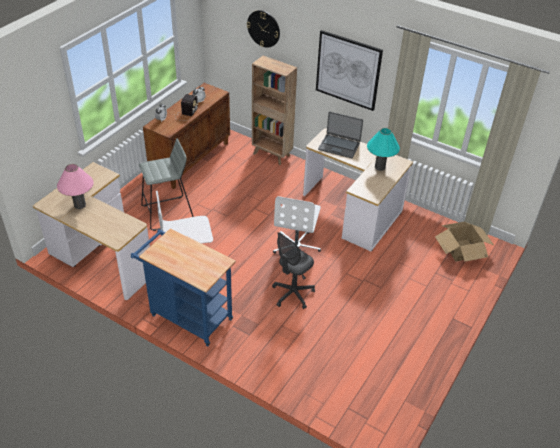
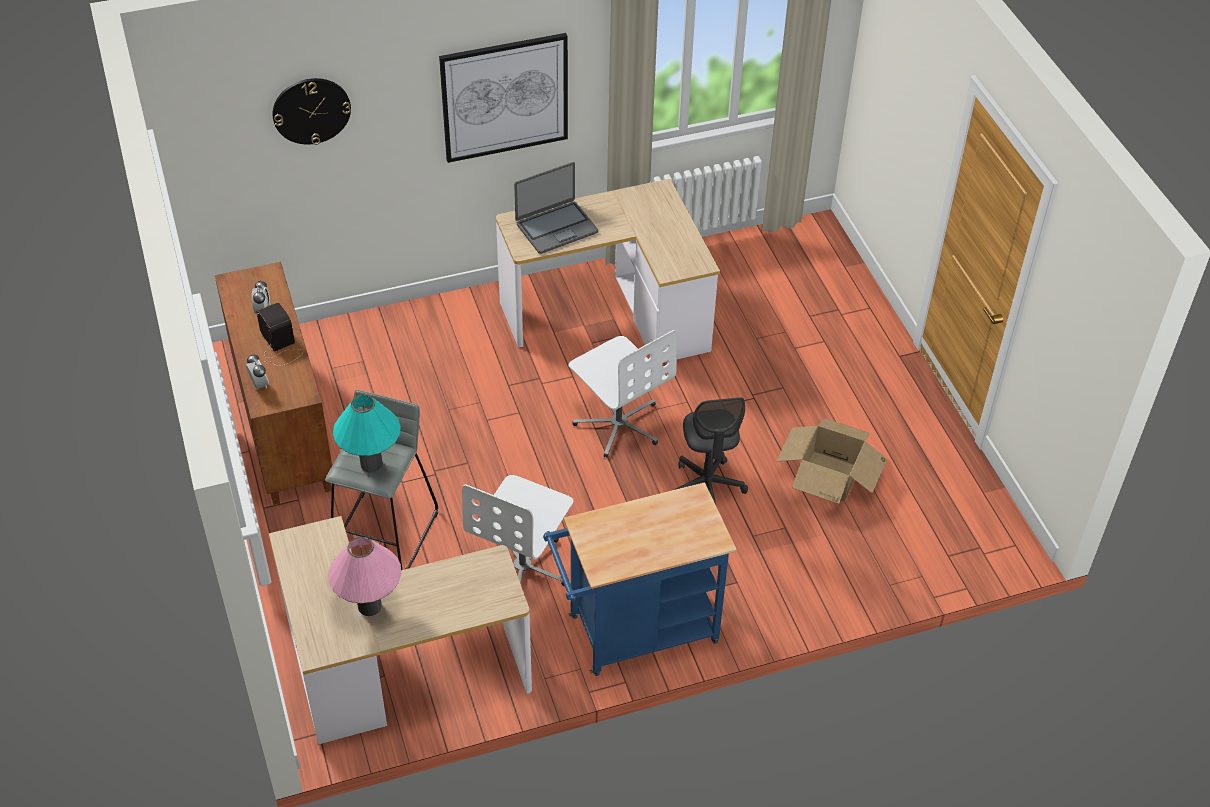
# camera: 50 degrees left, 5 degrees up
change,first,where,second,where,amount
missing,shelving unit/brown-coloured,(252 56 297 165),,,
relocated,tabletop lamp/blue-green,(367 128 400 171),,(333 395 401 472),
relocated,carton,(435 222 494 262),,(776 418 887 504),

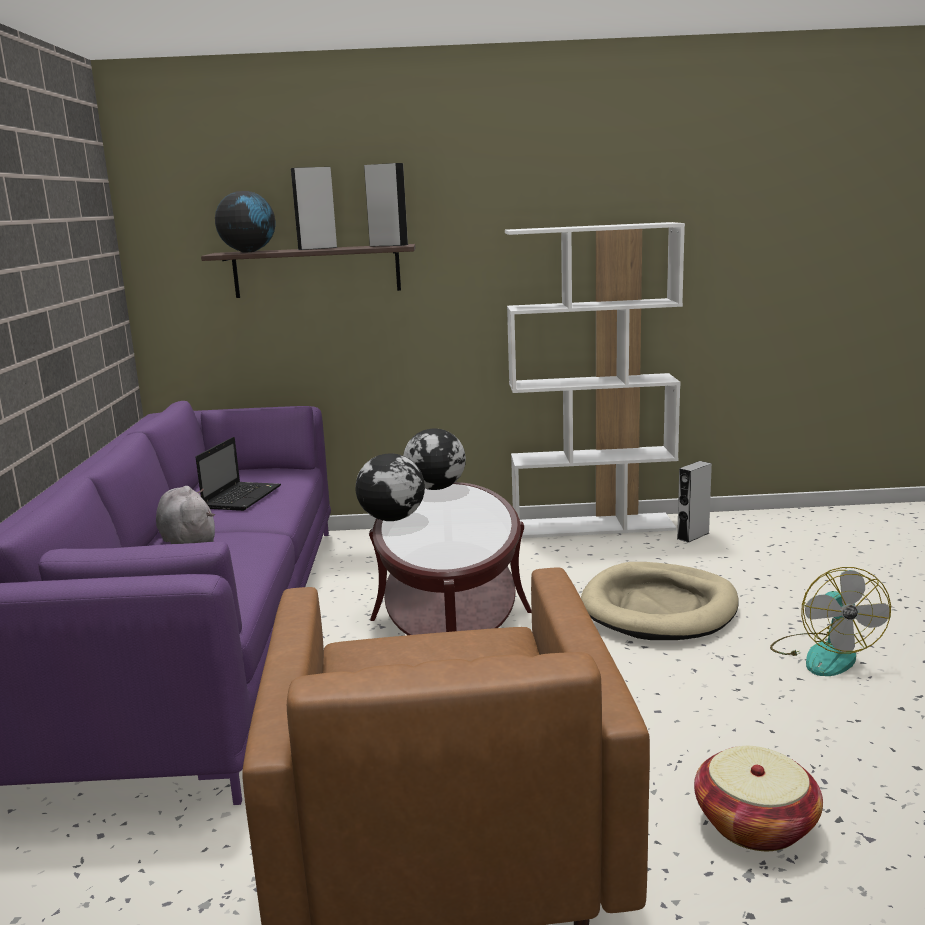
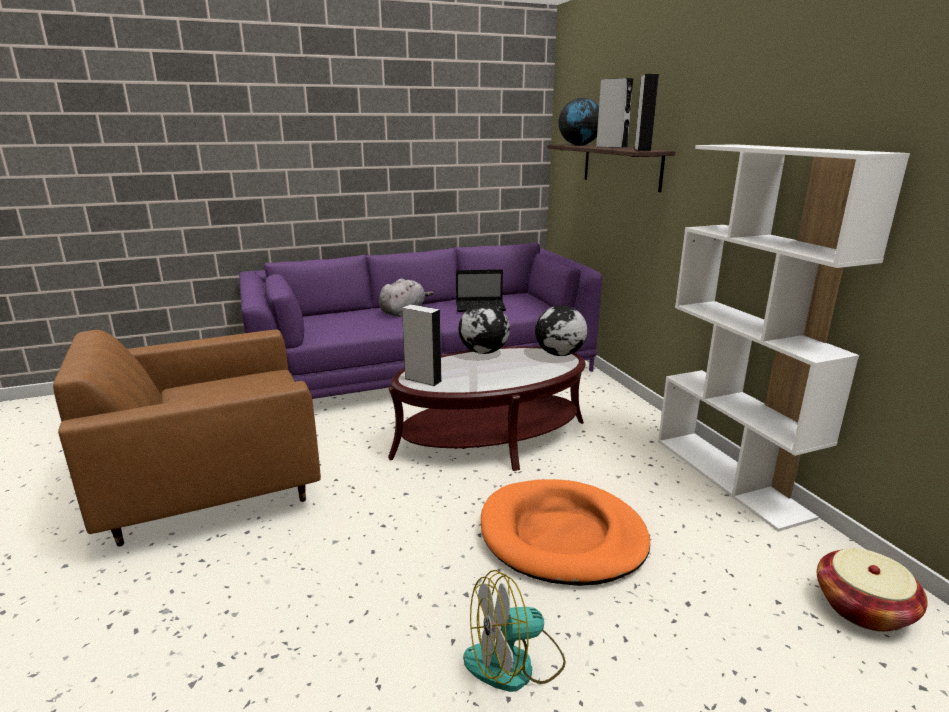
# camera: 70 degrees right, 5 degrees up
change,first,where,second,where,amount
relocated,speaker/greyish,(677 461 712 543),,(402 304 442 386),
colour,pet bed/sand-coloured,(581 562 738 640),pet bed/orangey,(481 479 650 586),
relocated,storage basket,(694 746 823 851),,(817 548 928 632),

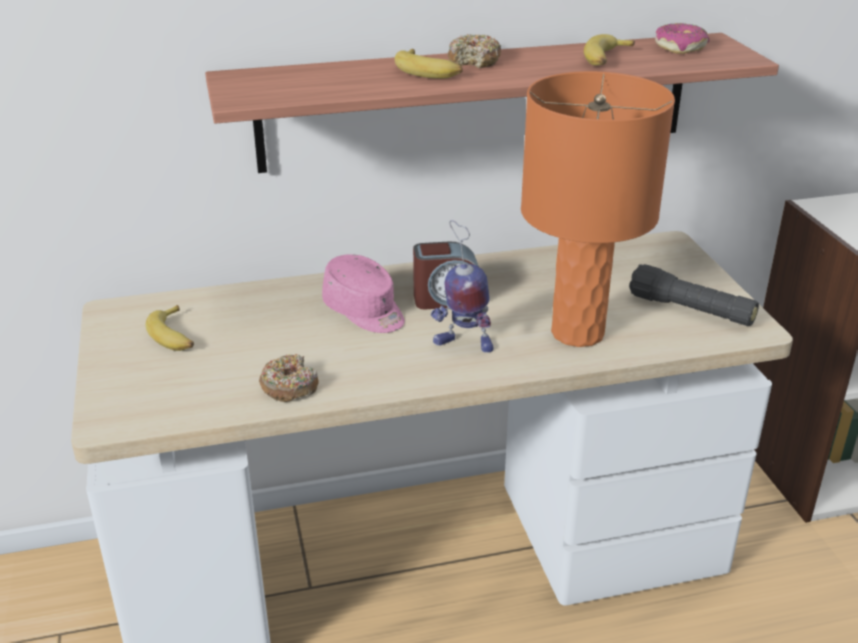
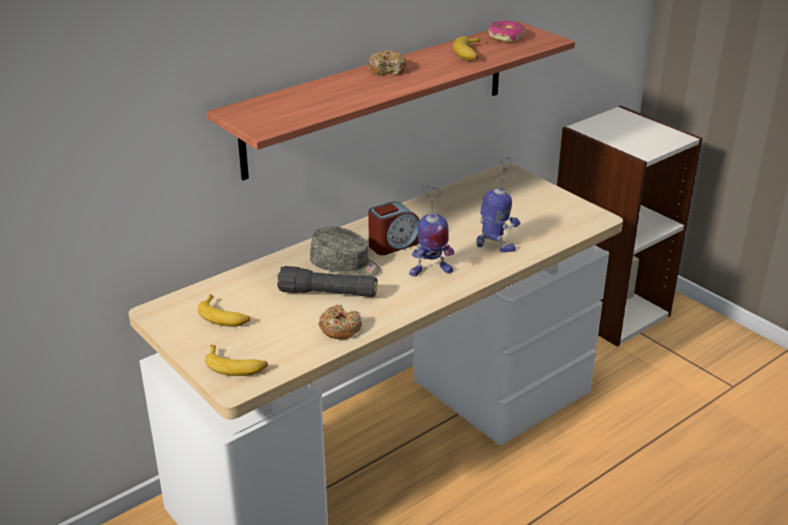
# camera: 25 degrees left, 0 degrees up
change,first,where,second,where,amount
relocated,banana fruit,(395 49 463 79),,(205 345 268 376),
exchanged,tabletop lamp/orangey,(521 71 675 347),toy robot,(477 154 520 253),
colour,cap/pink-coloured,(322 254 405 333),cap/greyish,(310 226 381 277),
relocated,hand torch/blackish,(629 264 759 326),,(277 266 377 297),

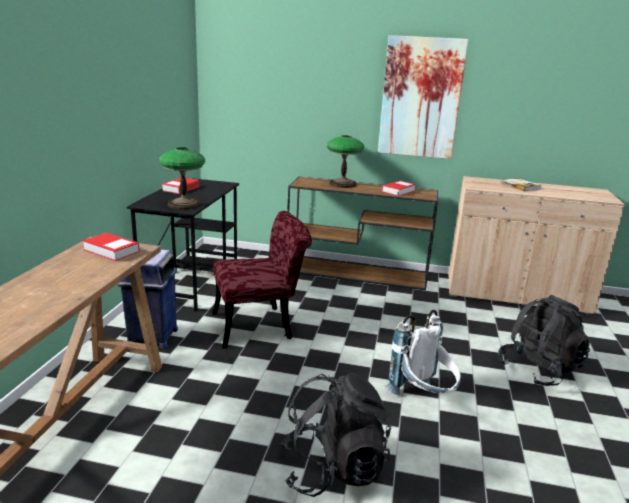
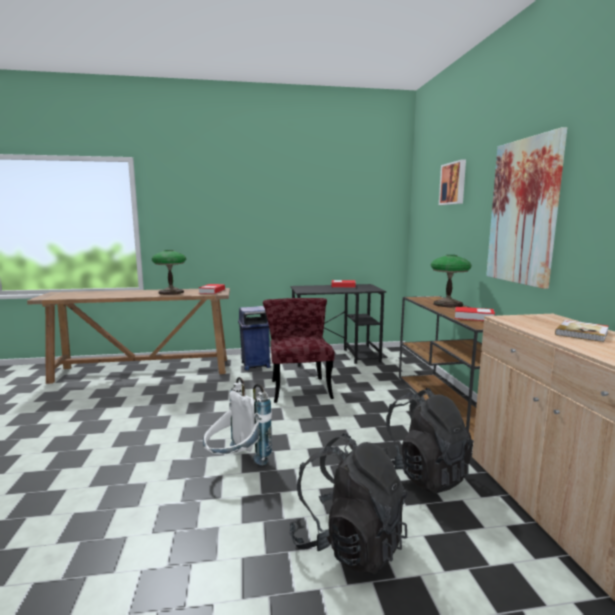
# camera: 70 degrees right, 10 degrees down
change,first,where,second,where,amount
relocated,tabletop lamp,(159 147 205 210),,(152 250 186 295),
spun,plain chair/red-coloured,(212 211 312 349),,(263 298 335 403),150 degrees counterclockwise
relocated,backpack/blackish,(280 373 391 497),,(381 388 473 494),
appeared,,,wall art,(439 160 466 205),

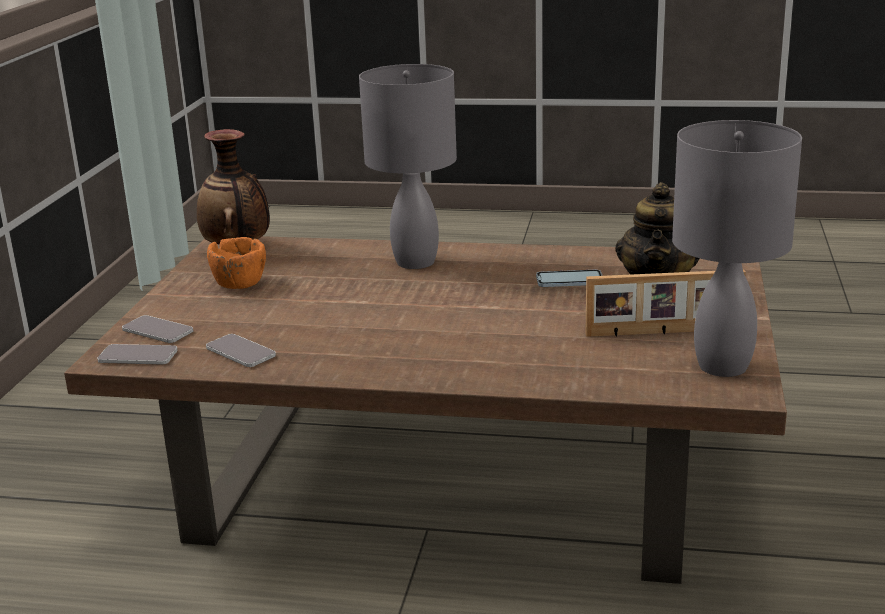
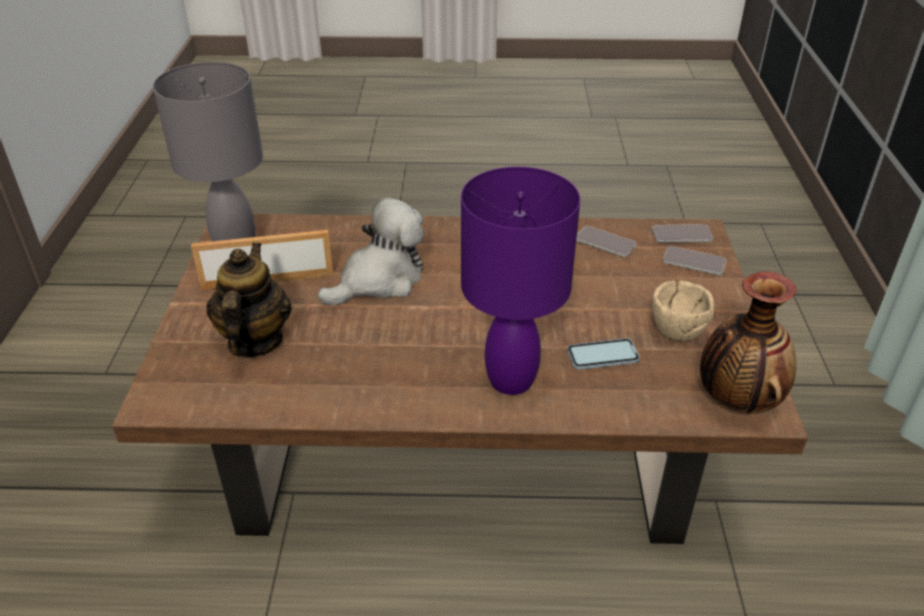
# camera: 170 degrees right, 15 degrees up
change,first,where,second,where,amount
colour,tabletop lamp/greyish,(359 64 457 269),tabletop lamp/purple-coloured,(461 167 580 395),
colour,deep dish/orangey,(207 237 266 289),deep dish/sand-coloured,(652 280 714 341),
relocated,handset,(536 270 603 287),,(567 338 640 370),
appeared,,,cuddly toy,(318 197 424 306),

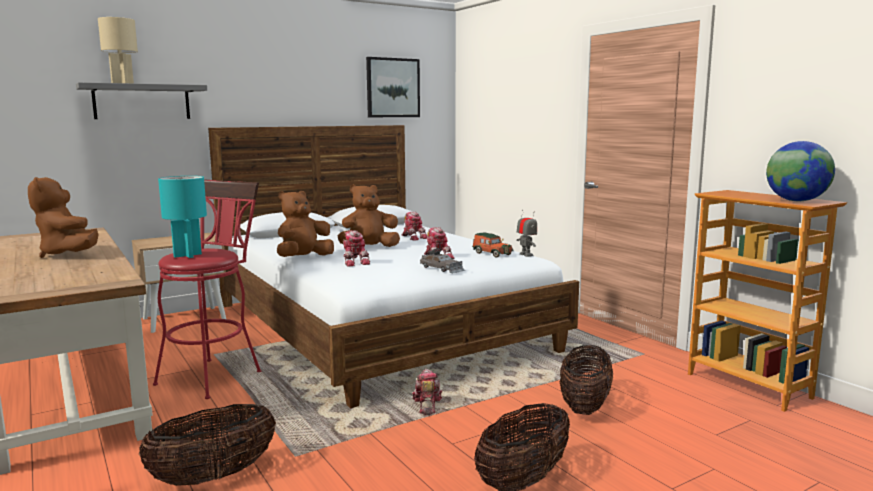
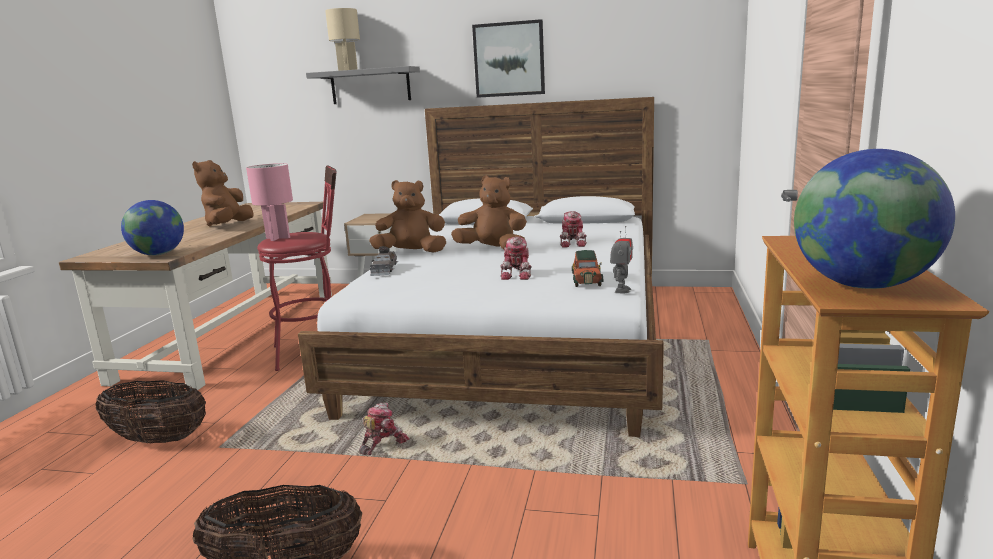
# camera: 45 degrees right, 5 degrees up
change,first,where,second,where,amount
relocated,wall art,(366 57 420 117),,(472 19 545 98),
colour,tabletop lamp/blue-green,(158 176 207 258),tabletop lamp/pink-coloured,(246 163 293 241),
missing,toy robot,(343 230 370 267),,,
relocated,miniature car/greyish,(420 248 465 273),,(370 246 398 276),
missing,storage basket,(560 345 613 415),,,
appeared,,,world globe,(121 200 184 256),

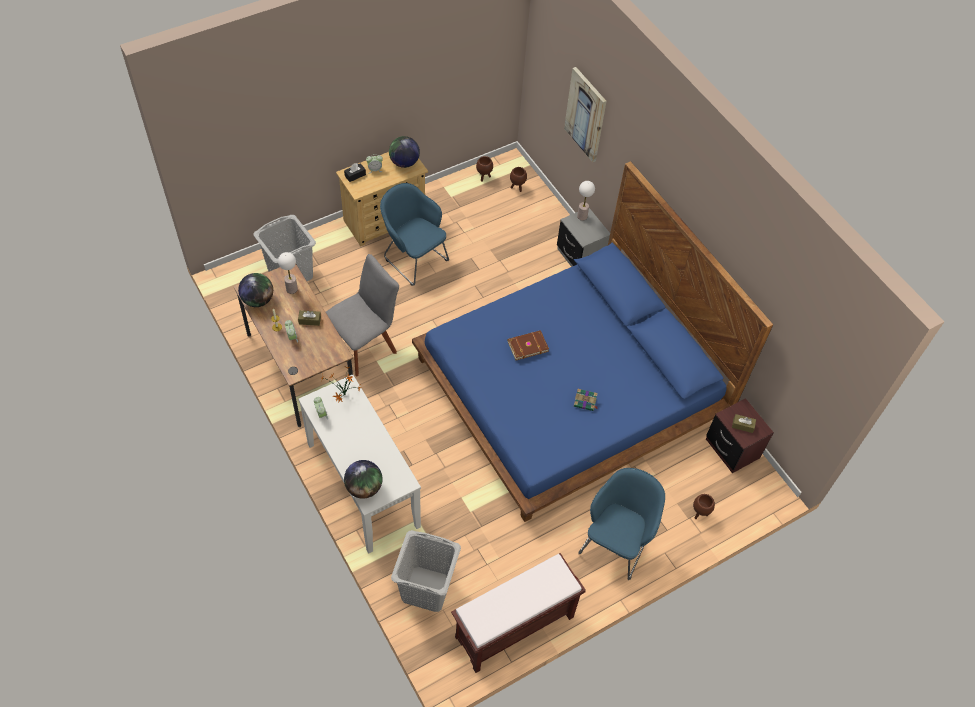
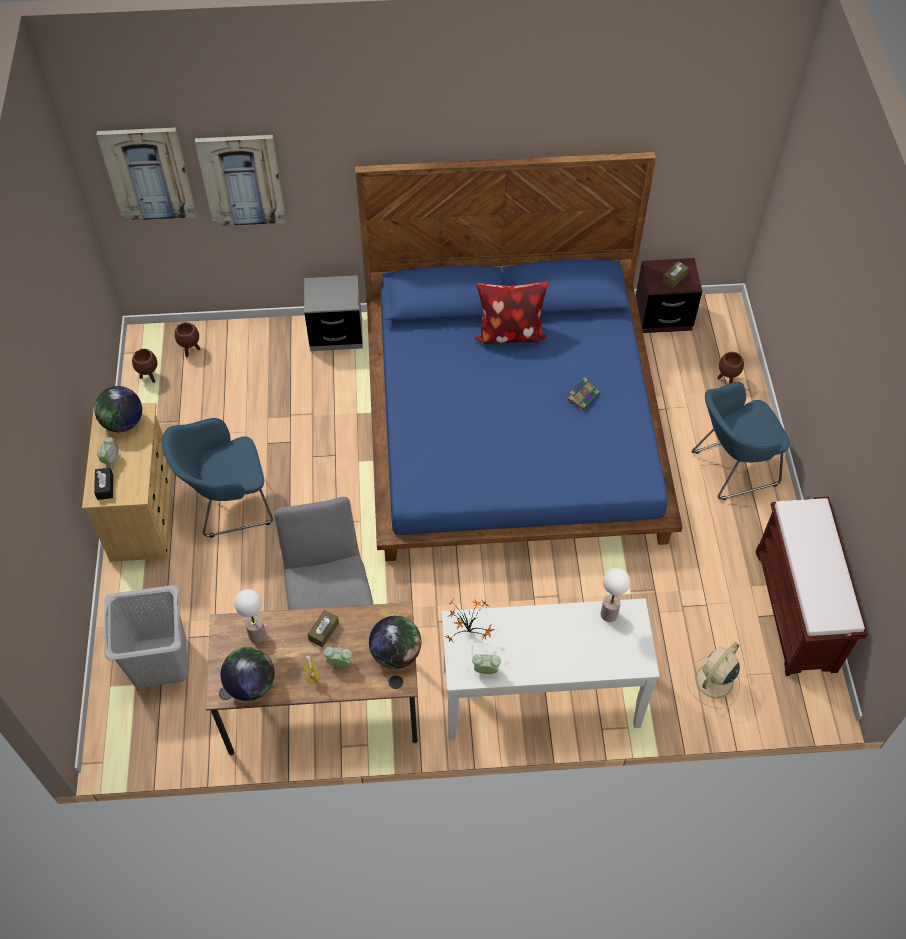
# camera: 60 degrees left, 0 degrees up
change,first,where,second,where,amount
relocated,tabletop lamp,(577 181 595 221),,(601 568 630 622),
missing,book/brown-coloured,(507 330 549 360),,,
relocated,world globe,(344 460 383 499),,(369 616 421 669),
spun,lounge chair/blue,(578 468 665 580),,(692 382 790 500),75 degrees counterclockwise
exchanged,hamper/greyish,(391 530 461 612),cooling fan/sand-coloured,(687 642 740 709),
appeared,,,wall art,(96 127 196 221),
appeared,,,pillow,(474 282 549 344),

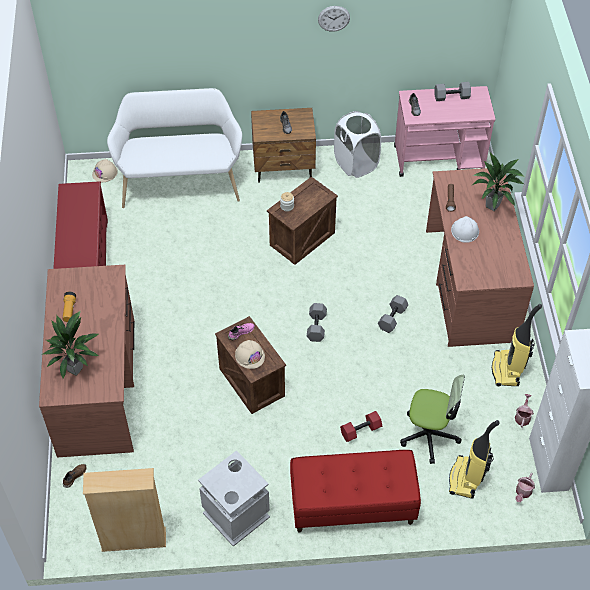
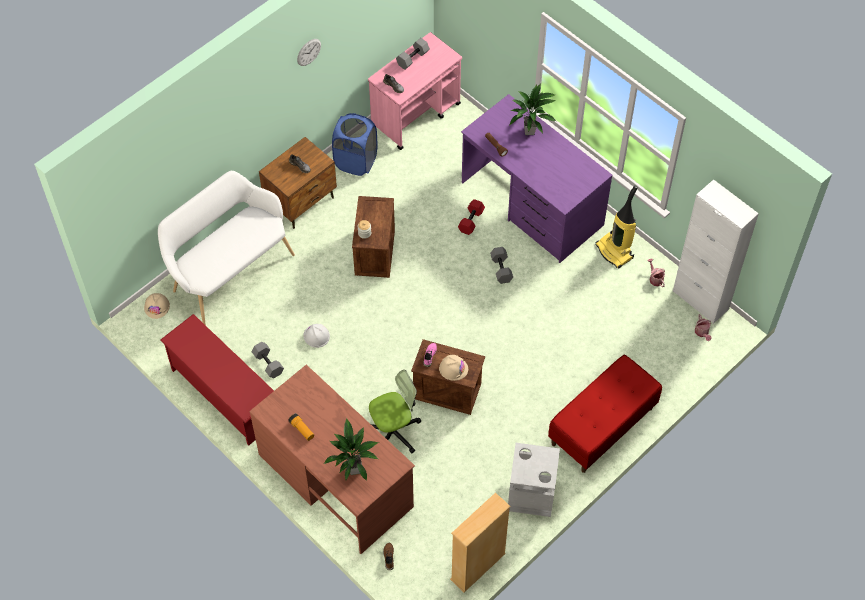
# camera: 40 degrees left, 5 degrees up
change,first,where,second,where,amount
colour,hamper/white,(334 111 381 178),hamper/blue,(332 113 378 176),
colour,desk table/brown-coloured,(426 168 534 347),desk table/purple-coloured,(461 94 613 263),
relocated,work helmet/white,(451 216 479 243),,(303 324 330 348),
relocated,free weight/greyish,(307 303 327 342),,(252 342 284 378),
relocated,office chair,(400 375 465 464),,(369 370 421 453),
relocated,free weight/red-coloured,(340 411 382 442),,(458 199 485 235),
missing,vacuum,(449 420 500 499),,,

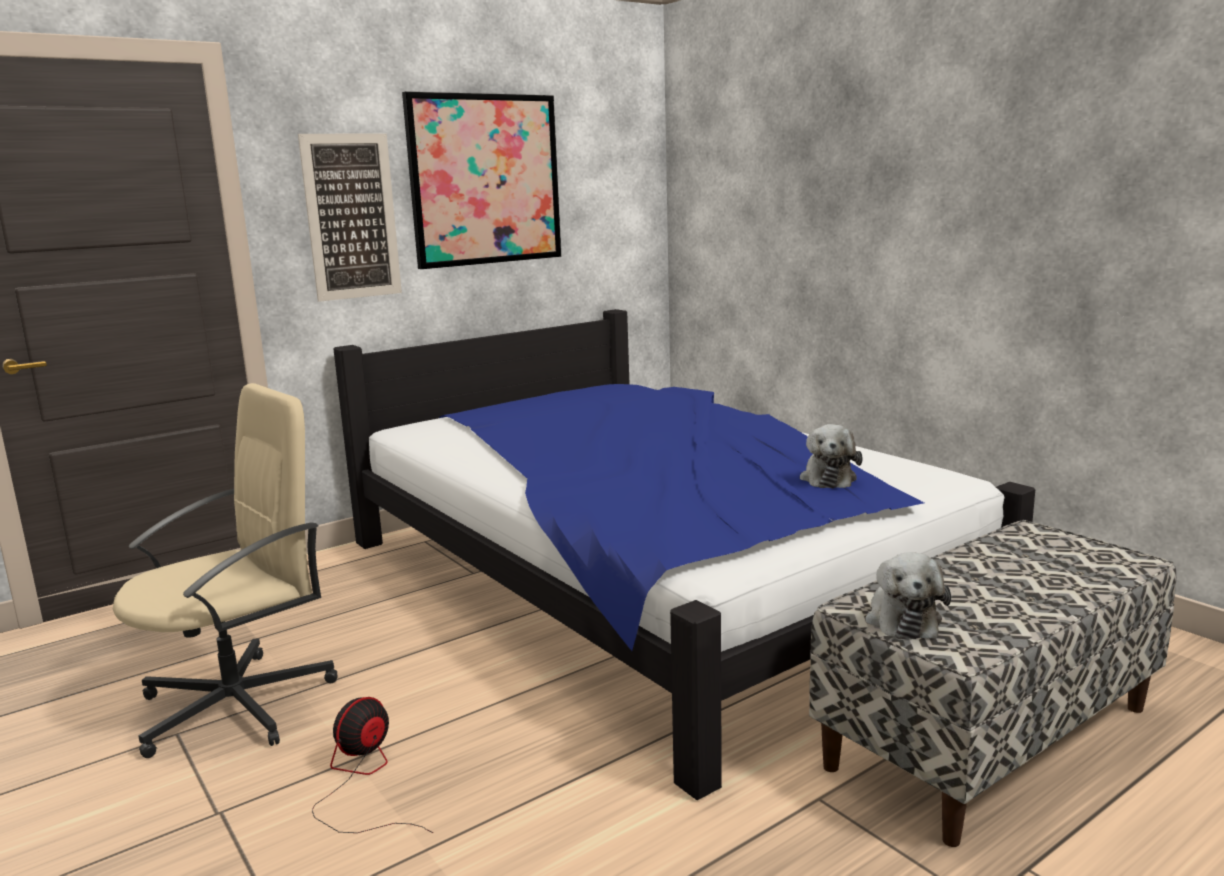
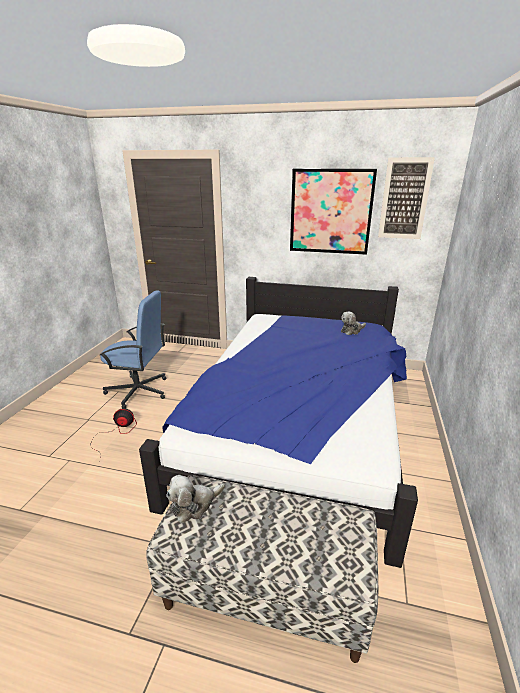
# camera: 50 degrees right, 10 degrees up
change,first,where,second,where,amount
relocated,wall art,(298 134 402 302),,(378 157 435 239),
colour,office chair/sand-coloured,(113 383 338 758),office chair/blue,(100 290 166 408),
relocated,cuddly toy,(800 424 863 488),,(341 312 366 335),

